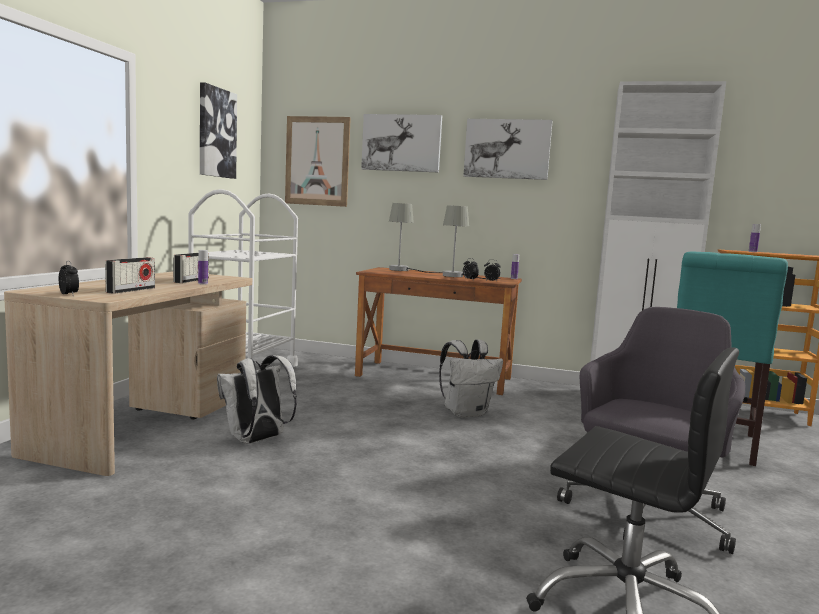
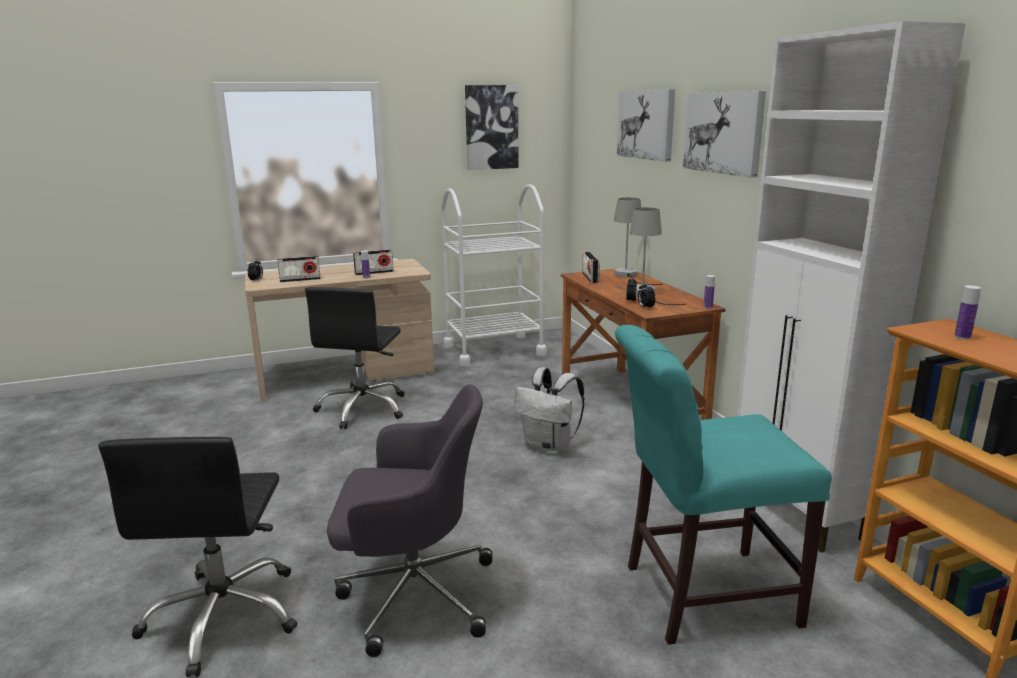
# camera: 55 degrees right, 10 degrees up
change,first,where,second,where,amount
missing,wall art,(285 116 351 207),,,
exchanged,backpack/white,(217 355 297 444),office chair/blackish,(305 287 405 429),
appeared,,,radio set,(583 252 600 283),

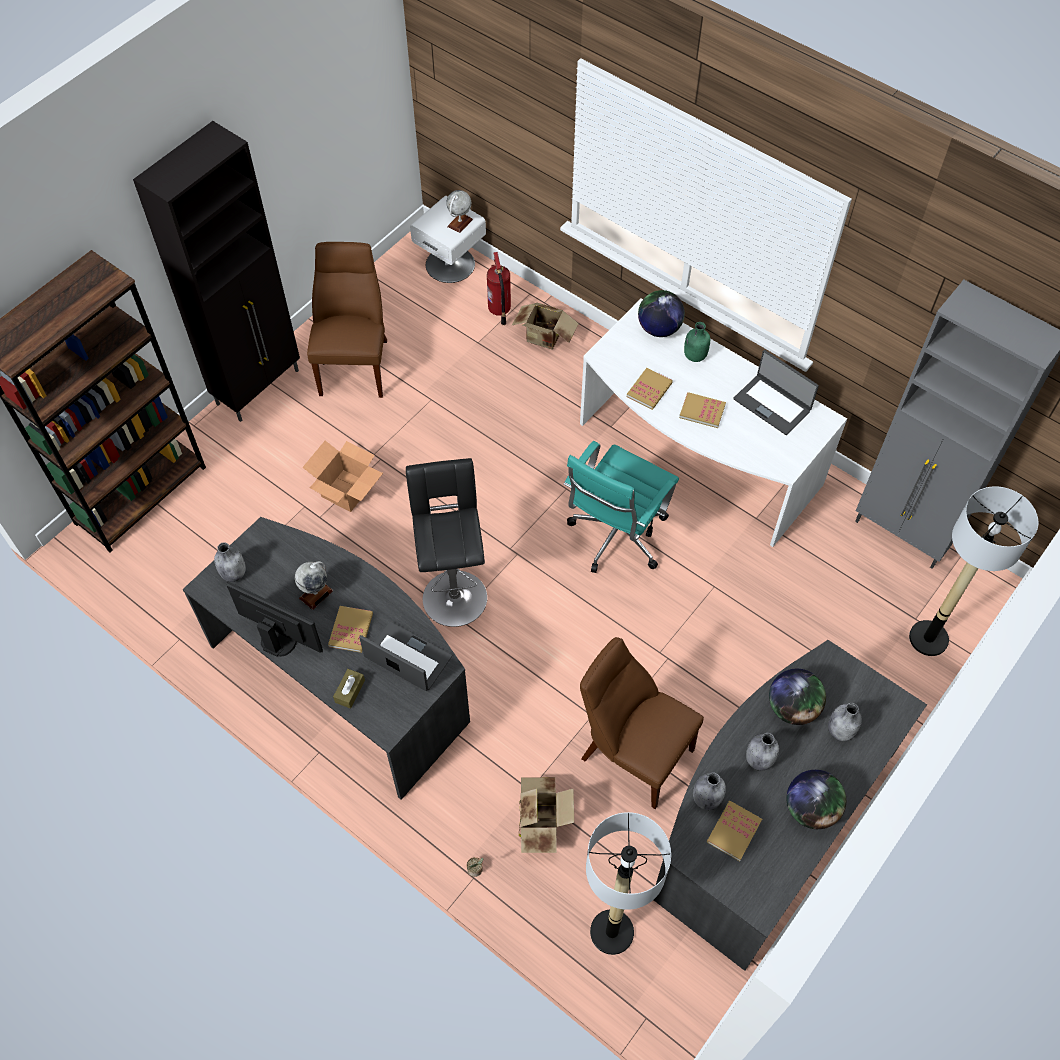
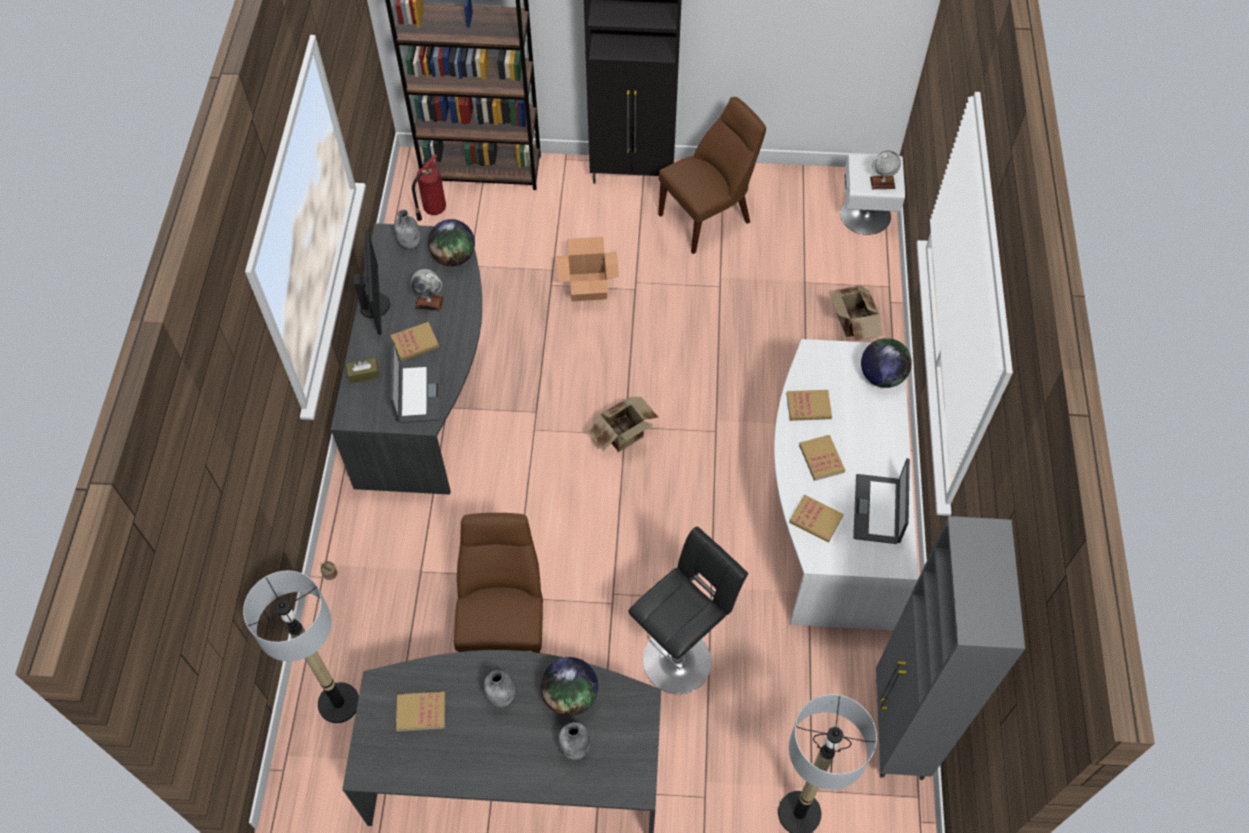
# camera: 55 degrees right, 0 degrees up
change,first,where,second,where,amount
relocated,fire extinguisher,(487 252 511 325),,(412 154 446 221),
missing,drink bottle/greenish,(684 322 710 362),,,
missing,office chair/blue-green,(564 441 679 573),,,
relocated,stool seat/blackish,(406 458 487 627),,(628 527 748 694),
relocated,world globe,(787 770 846 829),,(428 219 475 266),
missing,drink bottle/greyish,(693 773 726 810),,,
relocated,carton,(519 777 574 853),,(587 397 659 452),
appeared,,,book,(789 495 844 543),

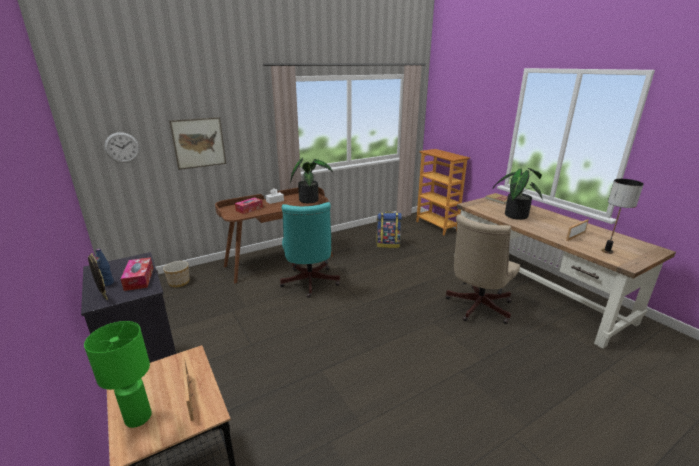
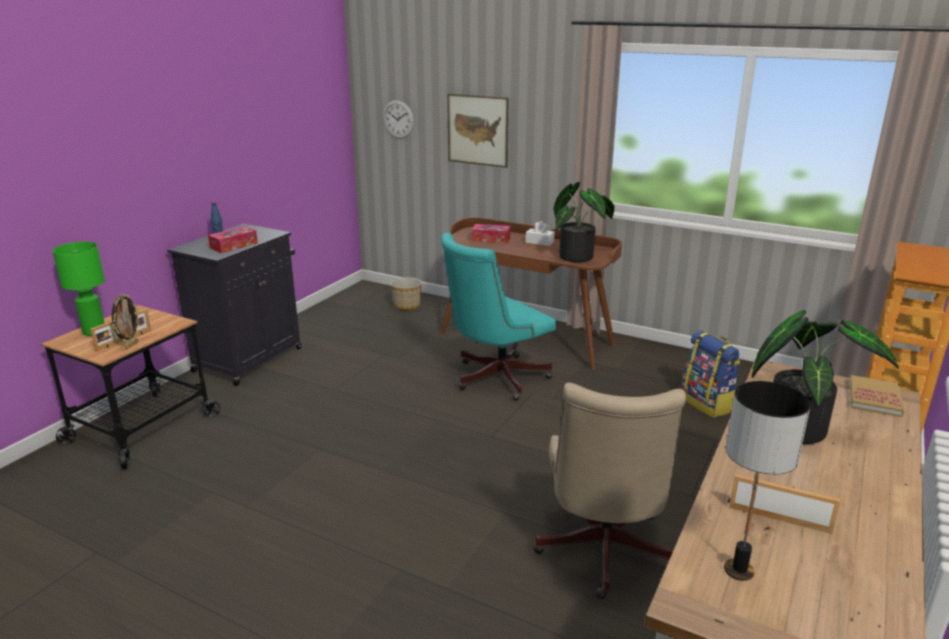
# camera: 60 degrees right, 0 degrees up
change,first,where,second,where,amount
spun,office chair/sand-coloured,(446 214 520 324),,(533 383 686 599),90 degrees counterclockwise
relocated,photo frame,(88 253 108 300),,(112 294 139 350),

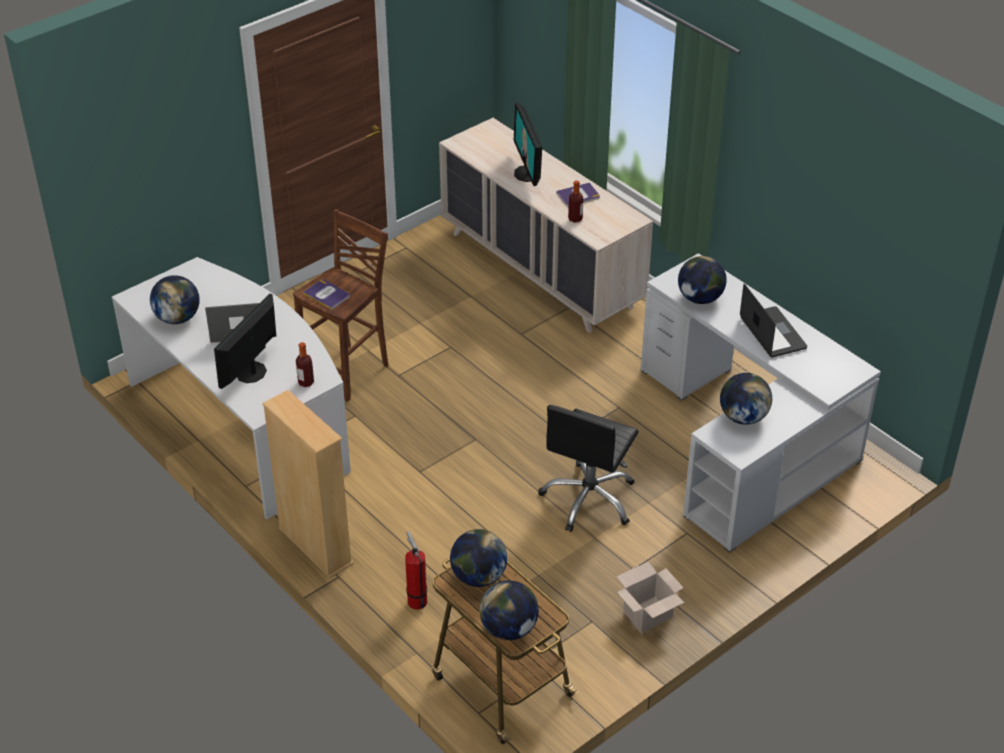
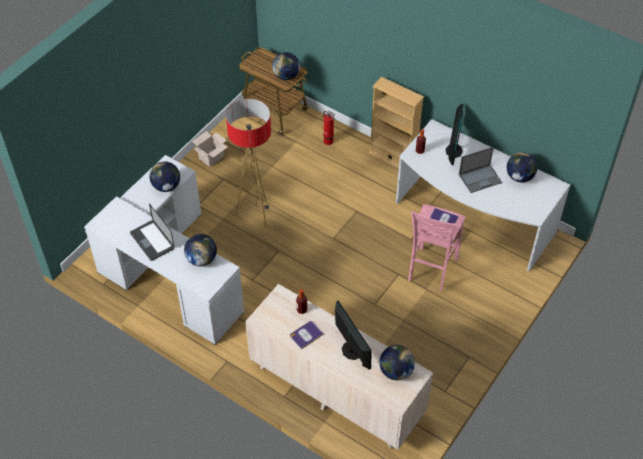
# camera: 165 degrees right, 10 degrees up
change,first,where,second,where,amount
colour,stool seat/brown-coloured,(293 209 389 402),stool seat/pink-coloured,(408 204 465 291),
exchanged,office chair/blackish,(538 405 639 532),floor lamp,(226 99 271 228),
relocated,world globe,(479 580 539 640),,(379 345 415 380),

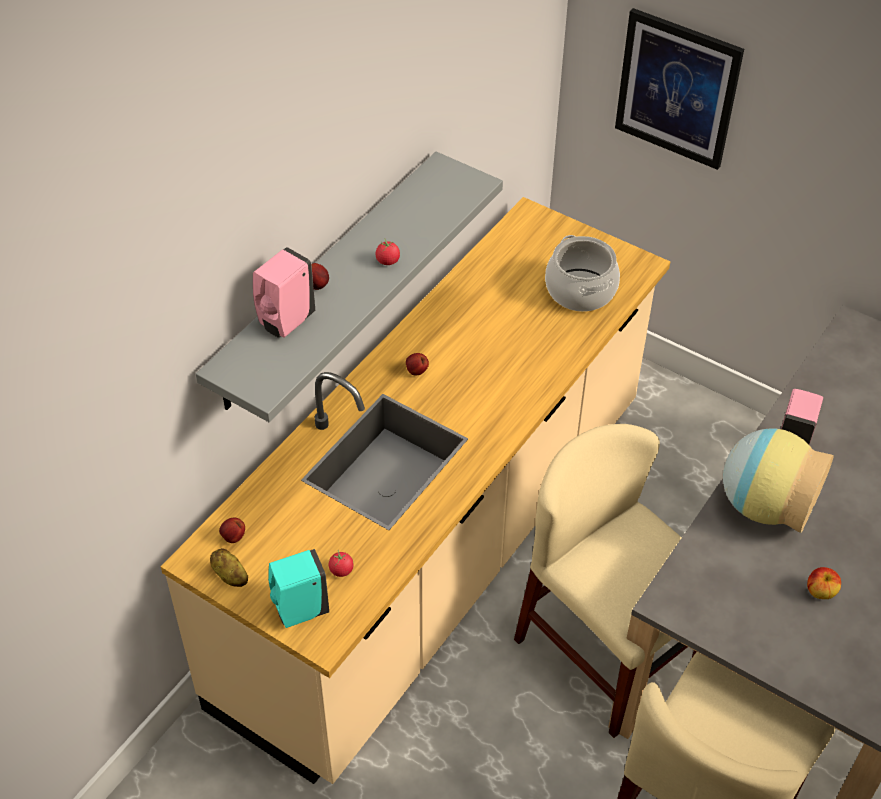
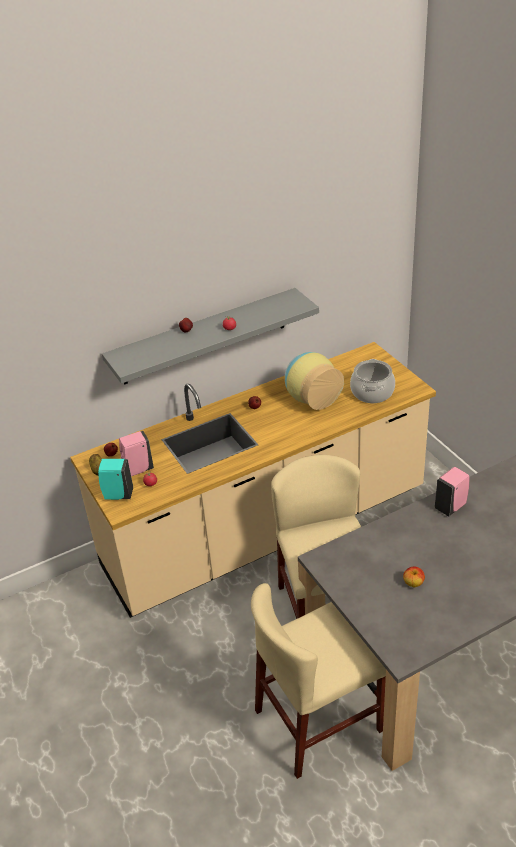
# camera: 30 degrees right, 10 degrees down
change,first,where,second,where,amount
missing,wall art,(615 8 744 170),,,
relocated,liquid soap bottle/pink-coloured,(253 247 315 338),,(119 431 154 476),
relocated,vase,(723 428 834 533),,(285 352 344 410),

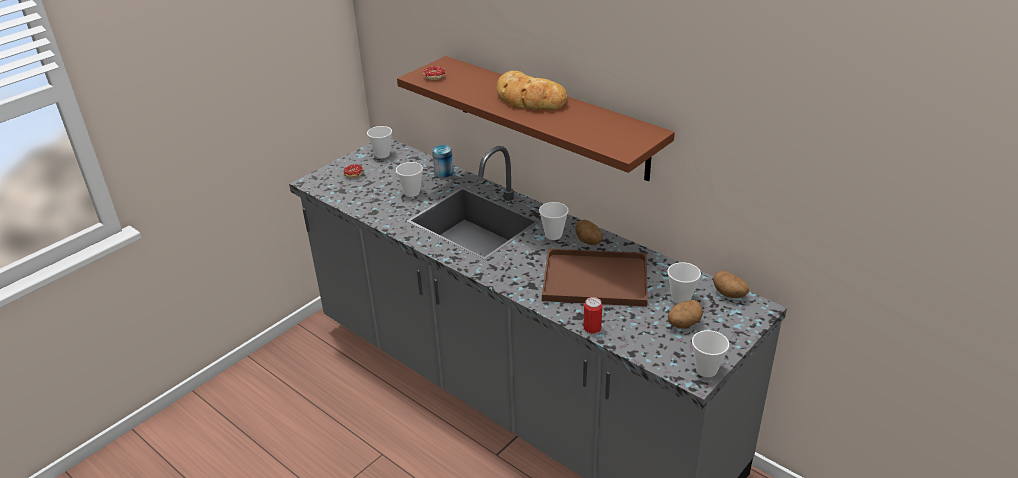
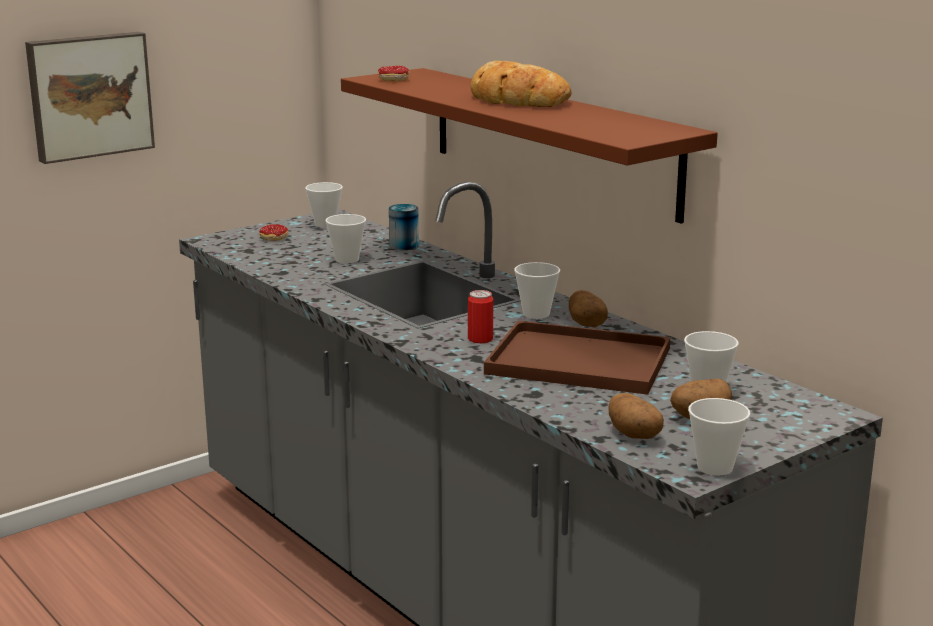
# camera: 10 degrees right, 15 degrees down
change,first,where,second,where,amount
relocated,spud,(713 271 749 298),,(609 393 664 439),
relocated,can,(583 297 602 333),,(468 290 493 343),
appeared,,,wall art,(25 32 155 164),

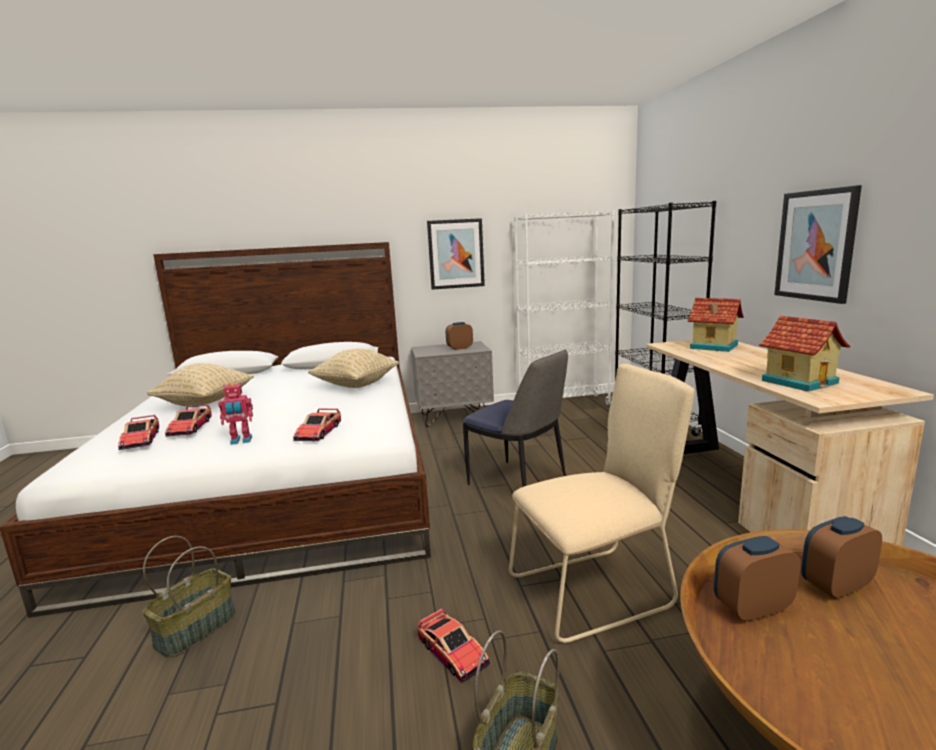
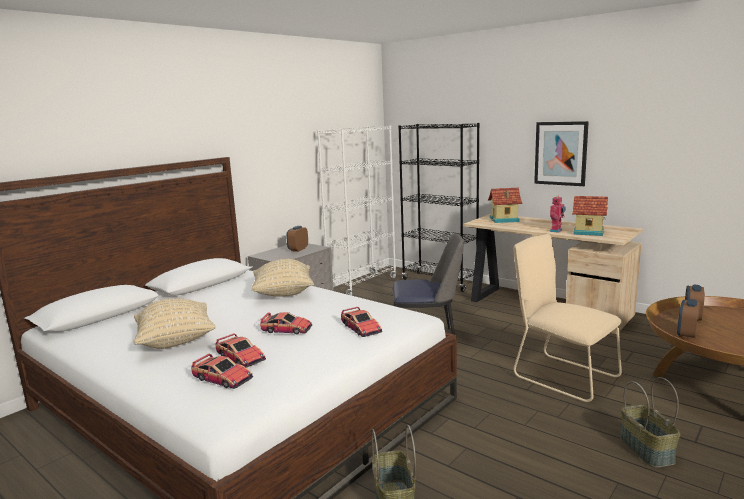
# camera: 40 degrees left, 0 degrees up
change,first,where,second,where,amount
missing,wall art,(427 218 485 290),,,
spun,plain chair/sand-coloured,(509 364 695 643),,(513 234 622 402),75 degrees counterclockwise
relocated,toy robot,(218 382 253 445),,(549 196 566 233),
relocated,miniature car,(417 609 490 682),,(260 312 312 335),

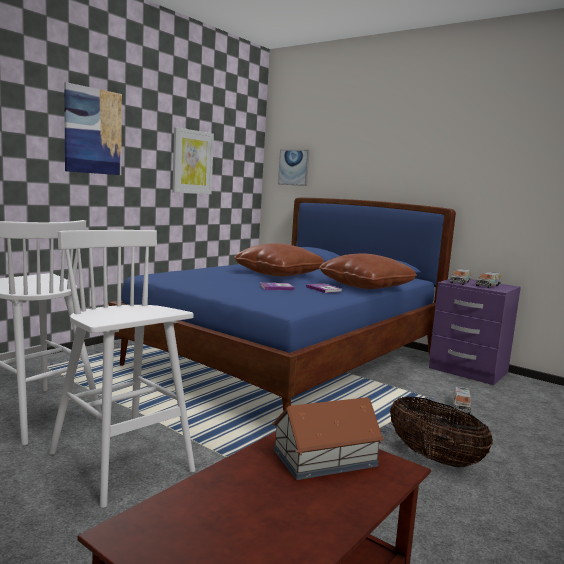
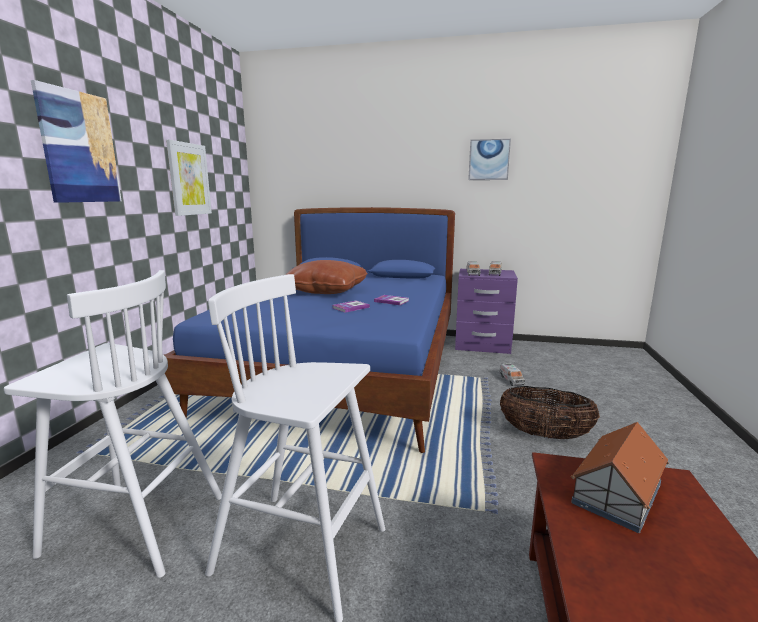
# camera: 25 degrees left, 5 degrees up
change,first,where,second,where,amount
relocated,wall art,(278 150 310 186),,(468 139 511 180),
missing,pillow/brown-coloured,(319 253 417 289),,,

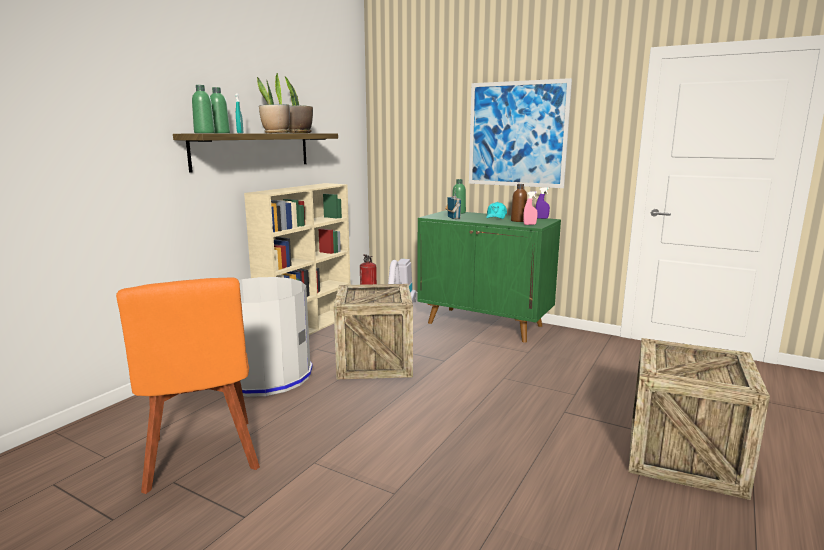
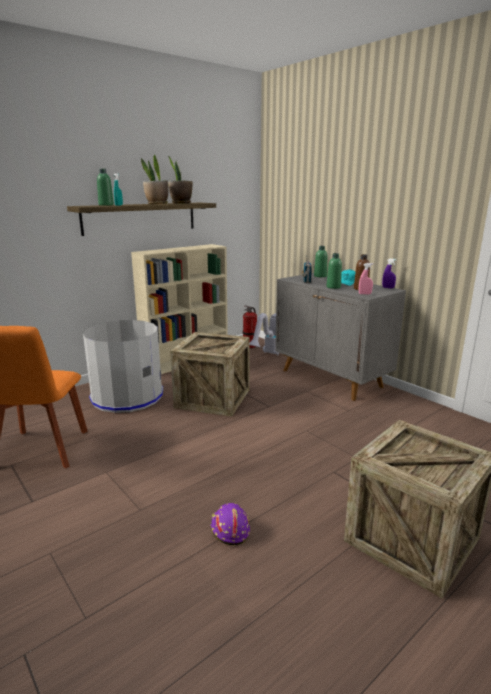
# camera: 20 degrees right, 5 degrees up
change,first,where,second,where,amount
missing,wall art,(469 78 572 188),,,
relocated,drink bottle/greenish,(192 85 215 133),,(326 253 342 289),
colour,cupboard/greenish,(417 210 561 343),cupboard/greyish,(275 273 406 401),
appeared,,,work helmet/purple-coloured,(210 503 250 545),

